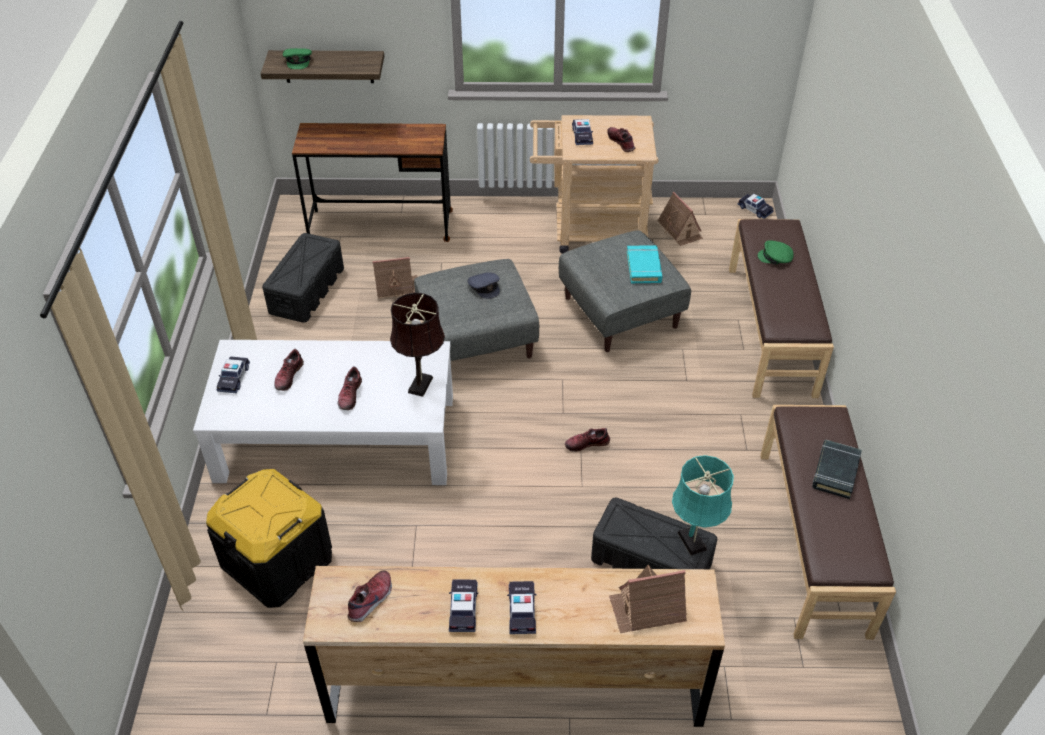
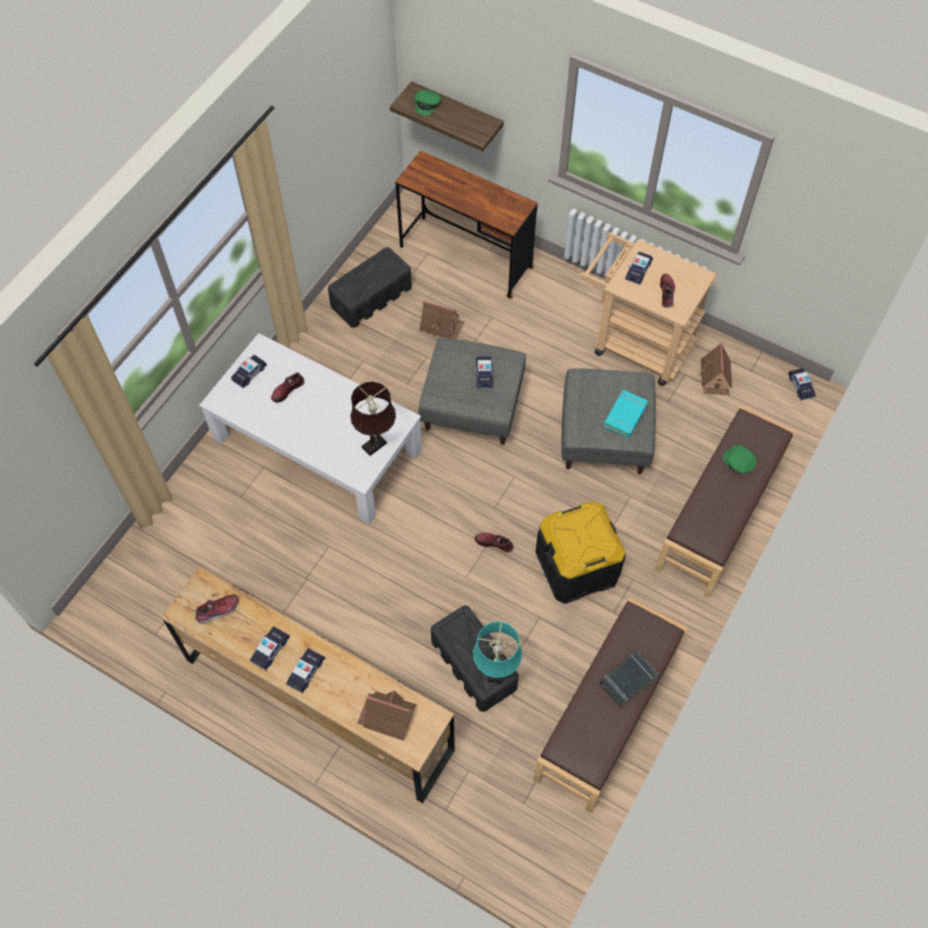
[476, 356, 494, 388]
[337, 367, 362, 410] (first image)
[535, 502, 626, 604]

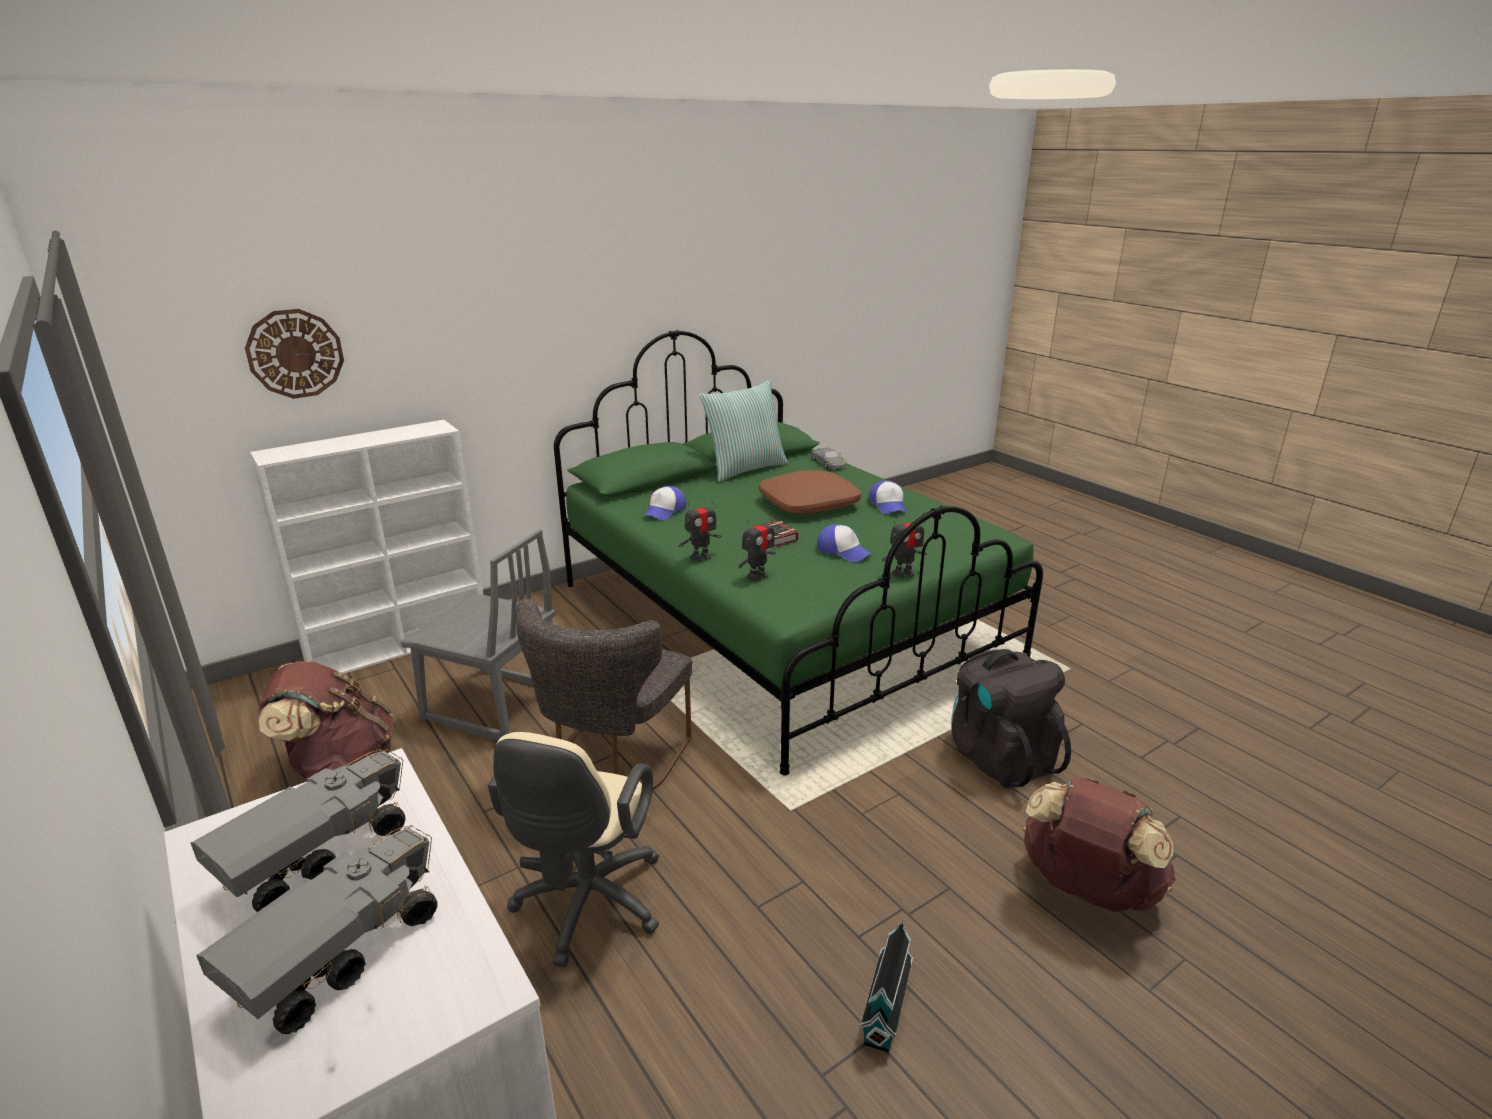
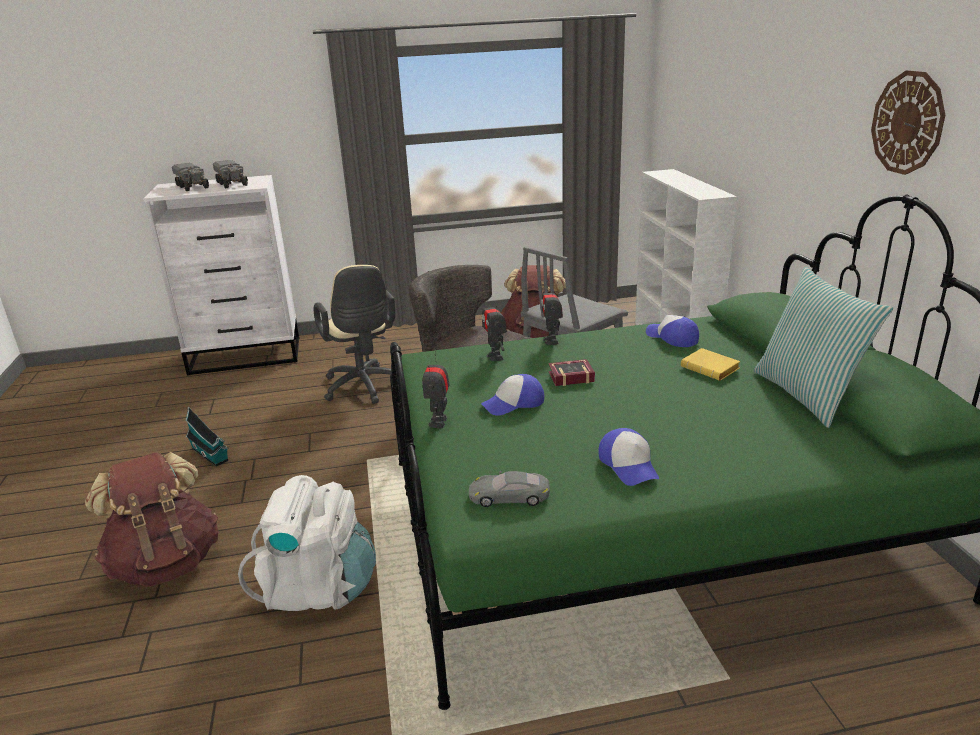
[871, 70, 945, 175]
[469, 471, 550, 507]
[759, 470, 861, 514] (first image)
[598, 428, 659, 486]
[238, 475, 376, 611]
[314, 265, 395, 404]
[681, 348, 740, 381]

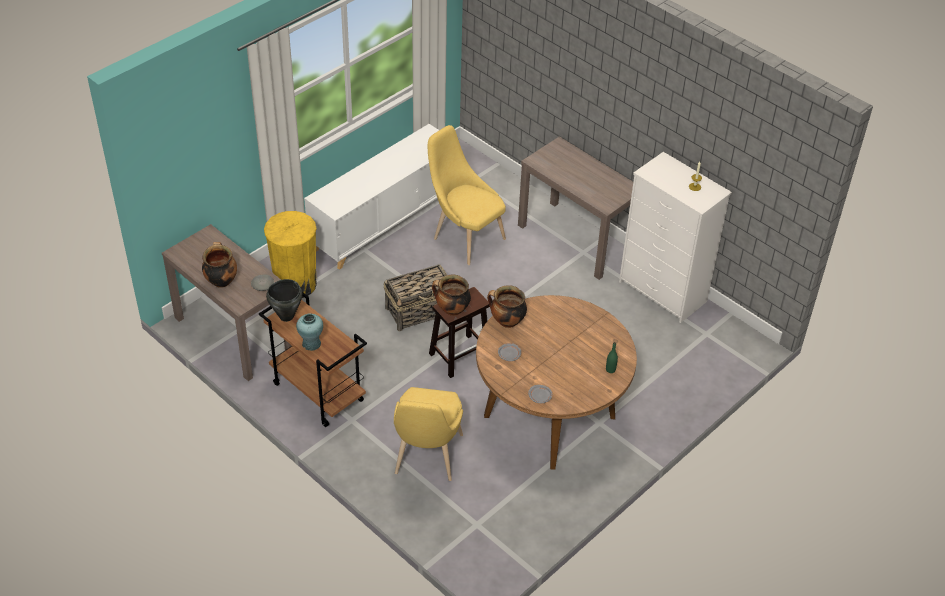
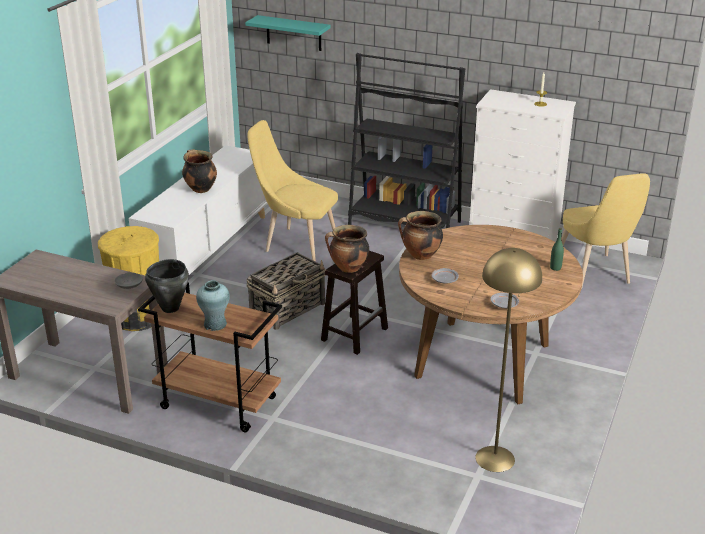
[348, 53, 465, 228]
[182, 149, 217, 193]
[561, 173, 650, 290]
[245, 15, 331, 51]
[475, 248, 542, 472]

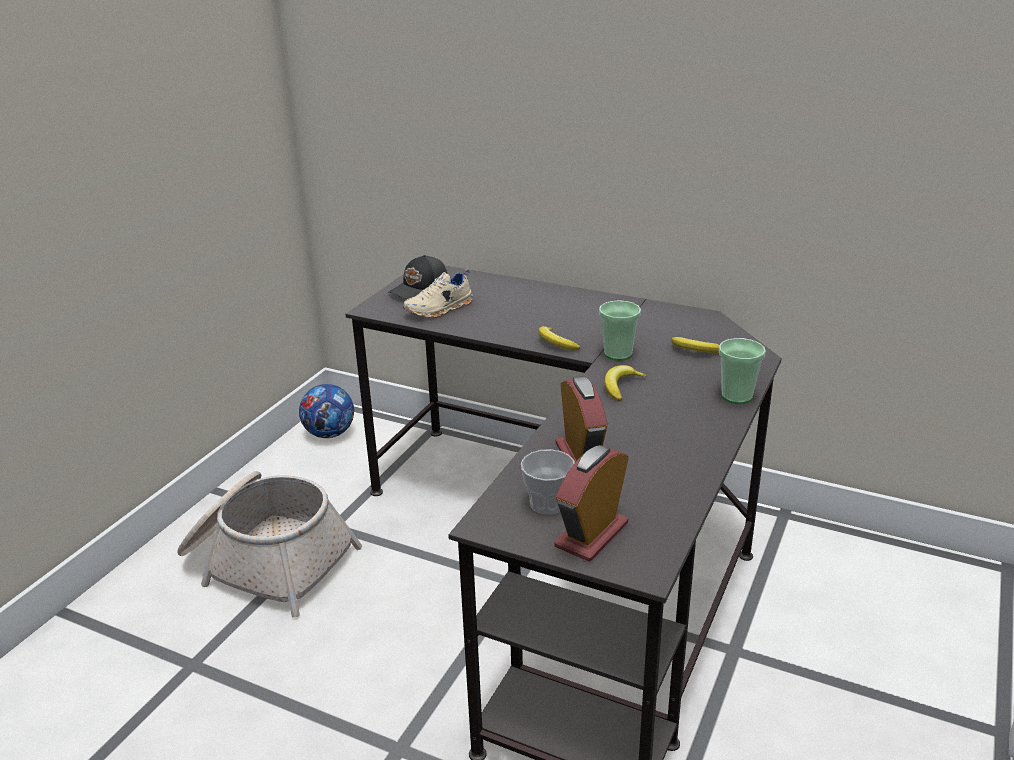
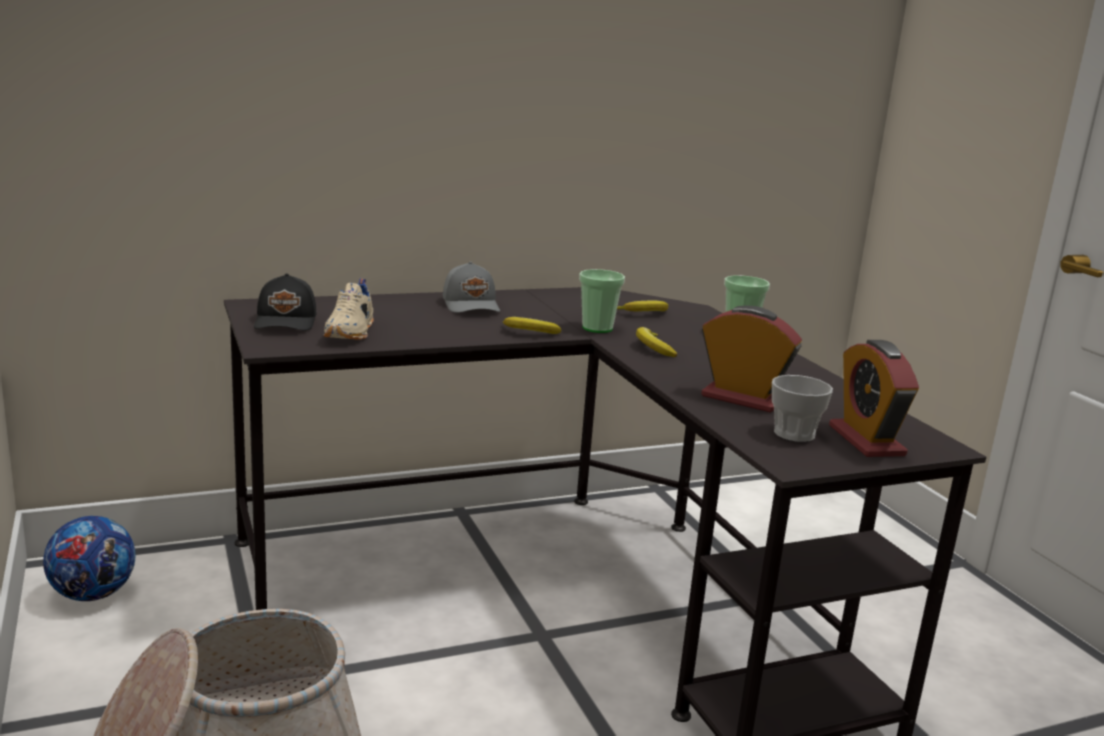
[443, 261, 500, 313]

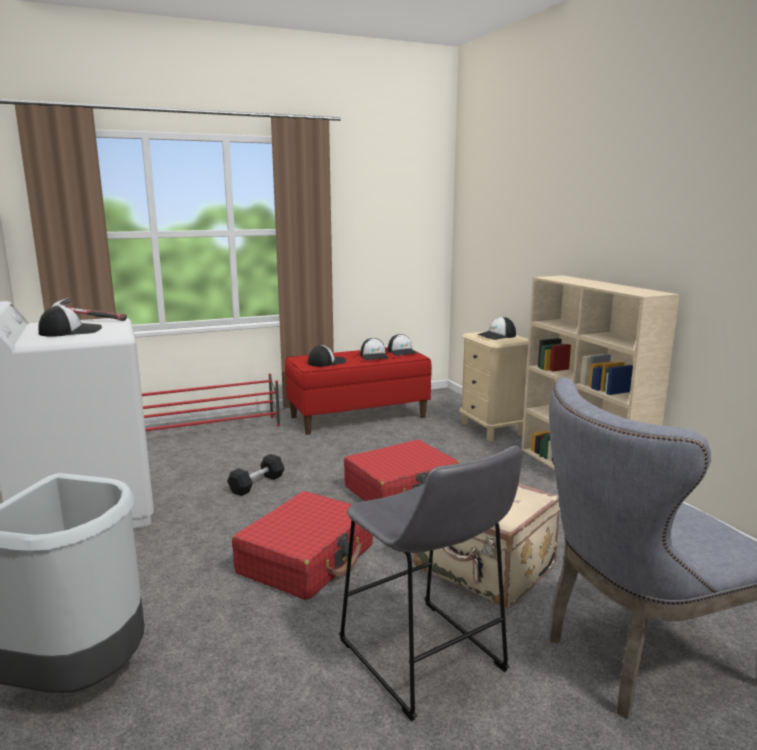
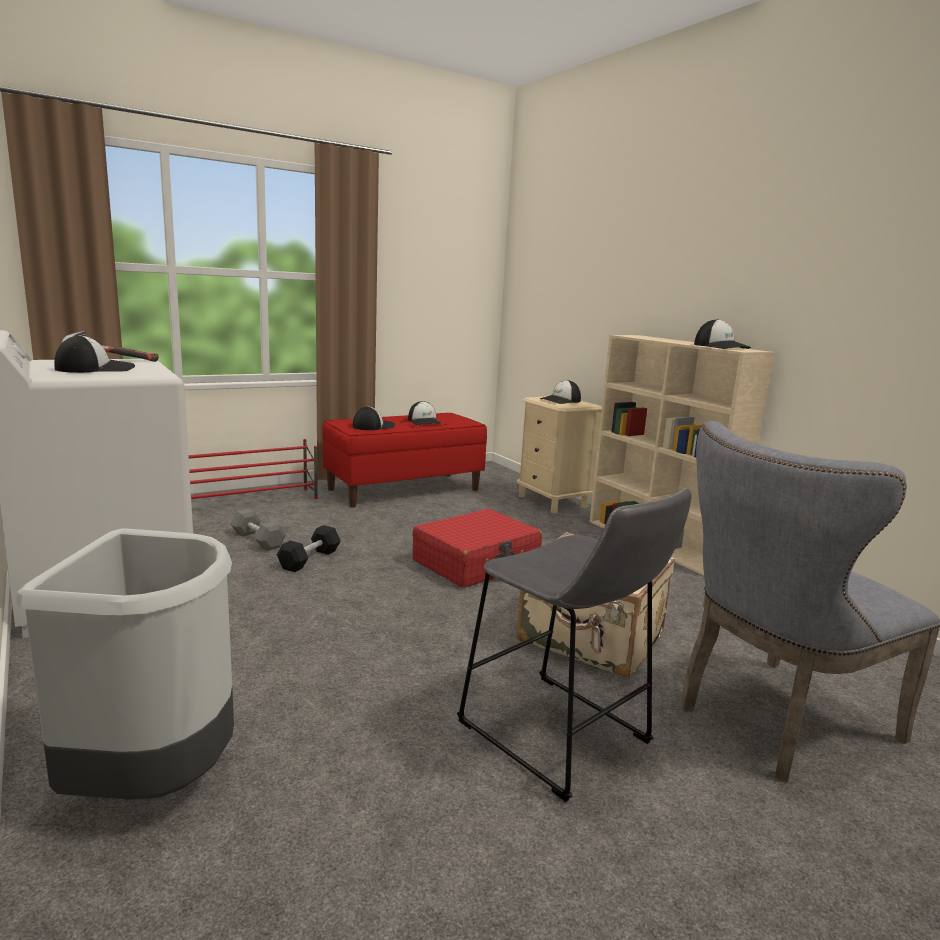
[694, 319, 751, 349]
[232, 491, 373, 600] (first image)
[230, 509, 286, 551]

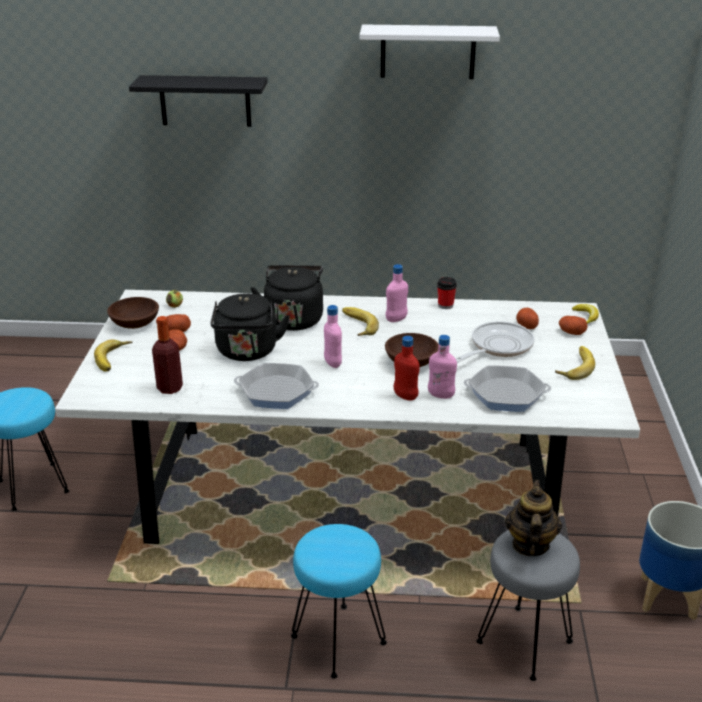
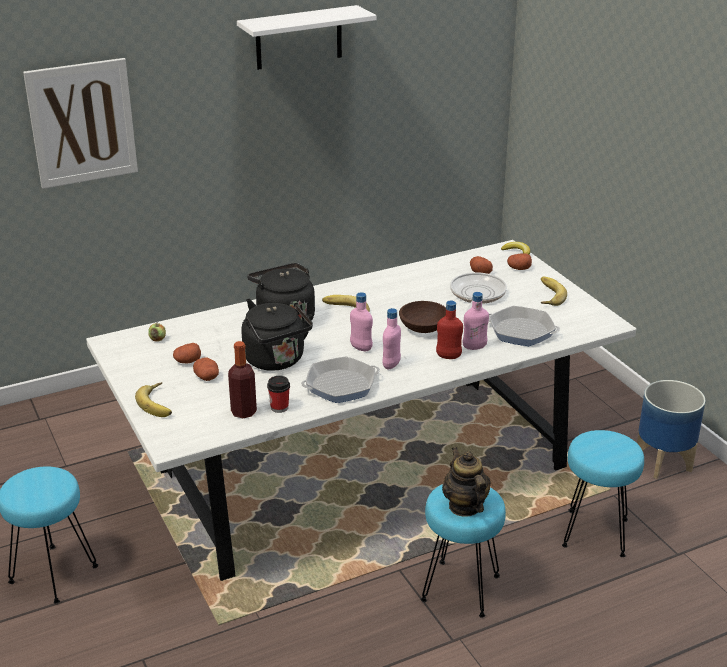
[23, 58, 138, 189]
[382, 308, 401, 370]
[267, 376, 290, 413]
[107, 297, 159, 329] (first image)
[489, 306, 560, 346]
[442, 447, 491, 517]
[562, 430, 644, 557]

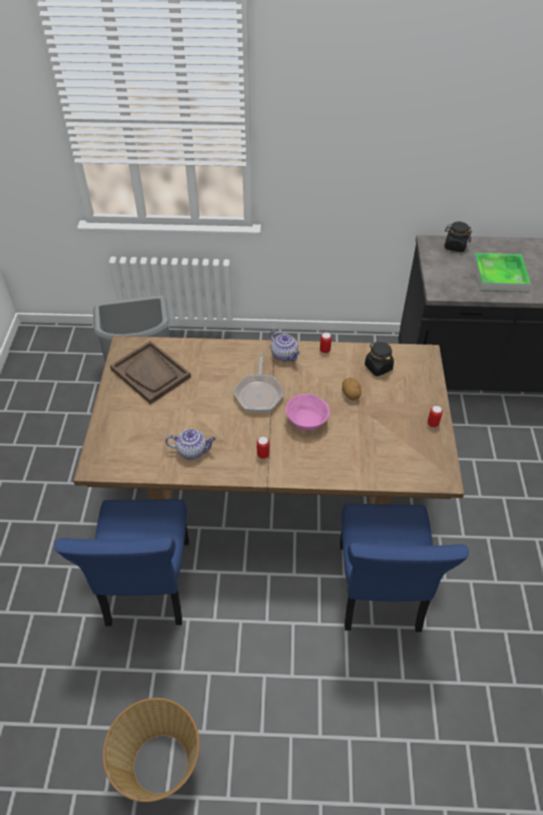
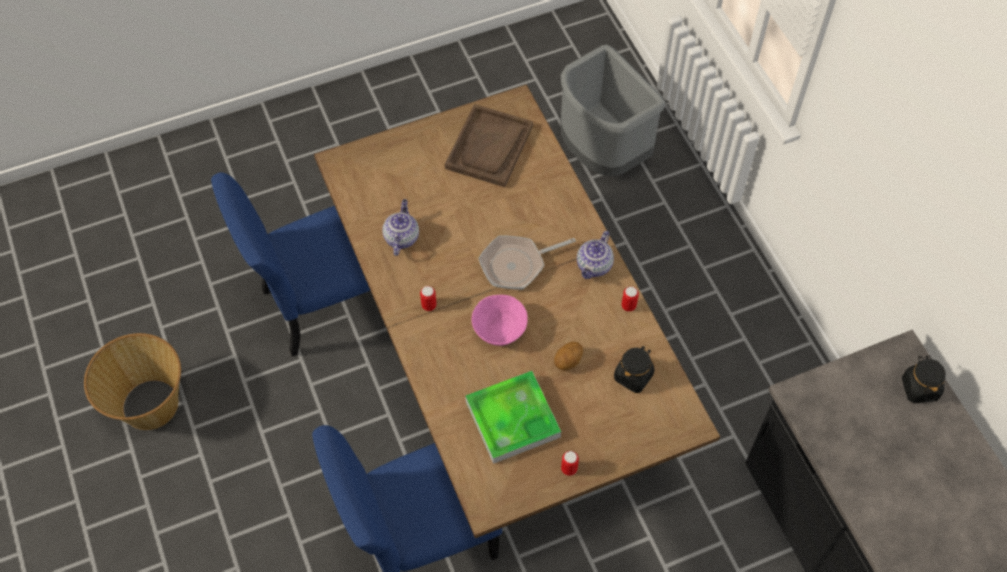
[465, 371, 561, 464]
[382, 199, 419, 256]

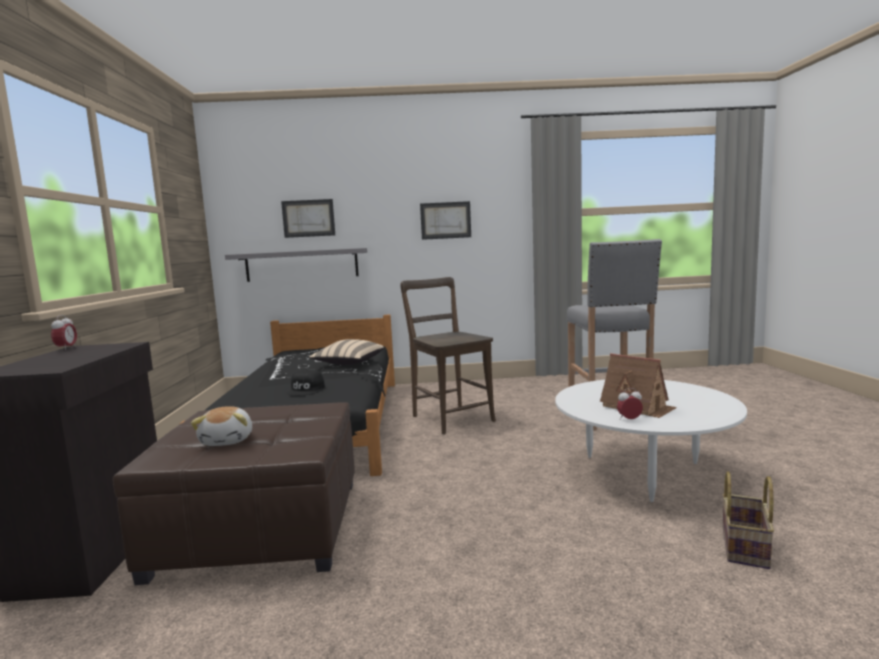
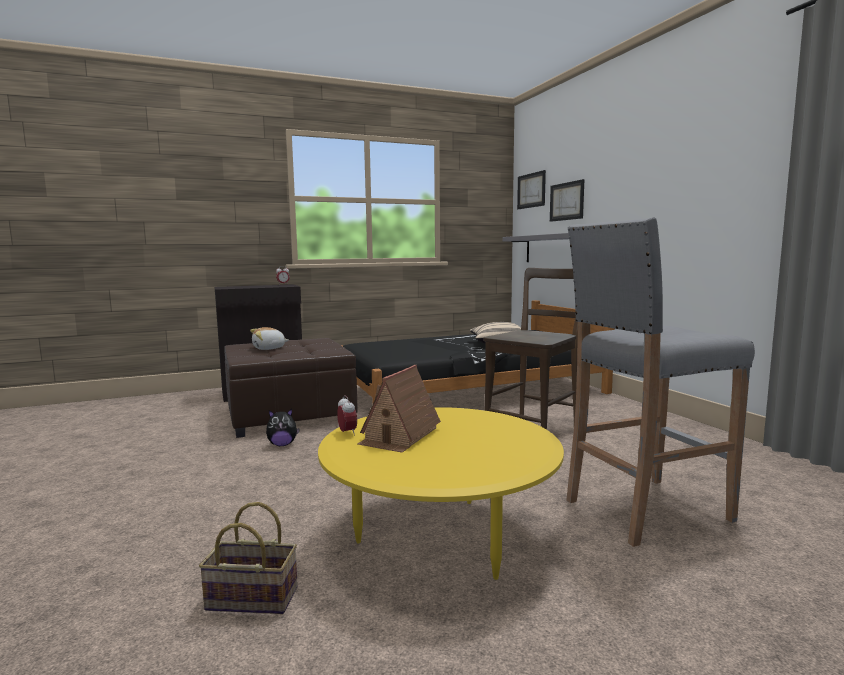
[517, 170, 546, 209]
[286, 369, 325, 396] (first image)
[318, 407, 564, 580]
[266, 409, 300, 446]

